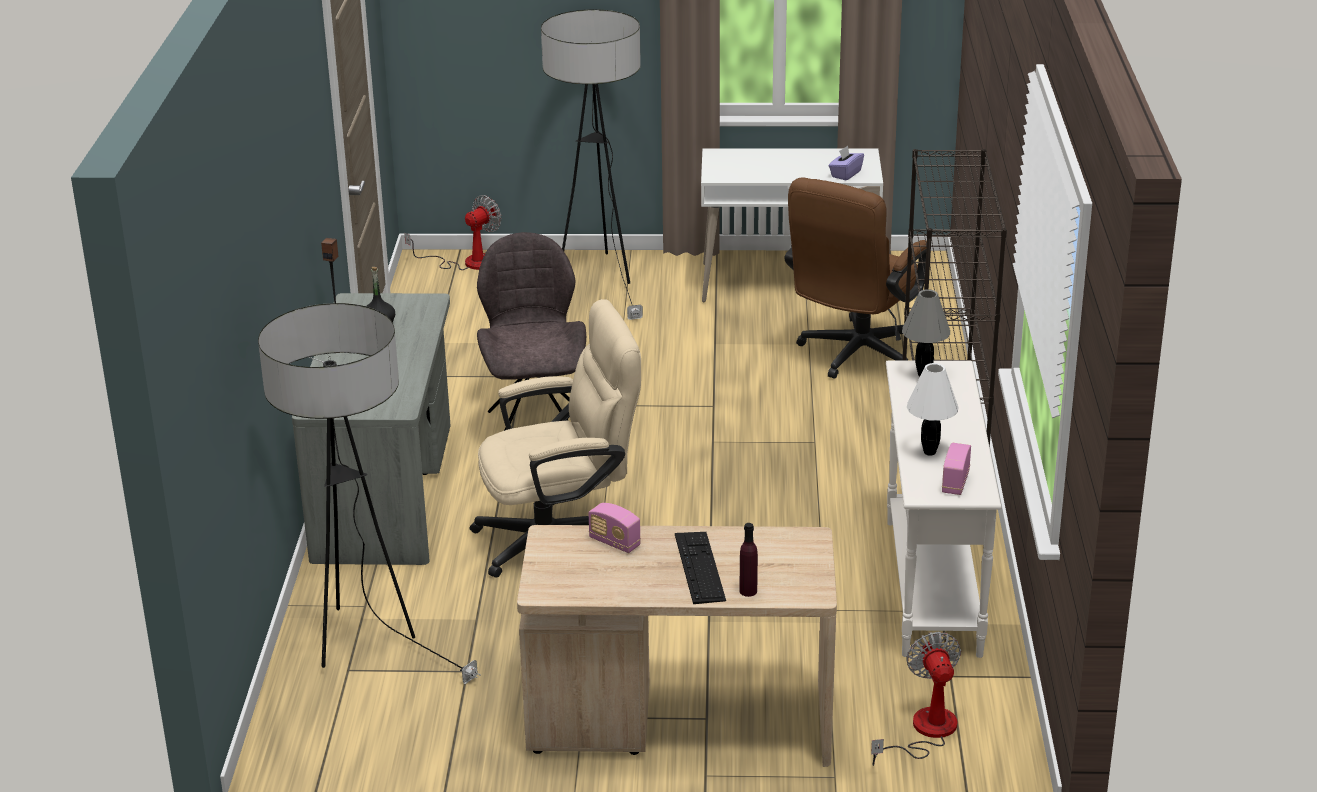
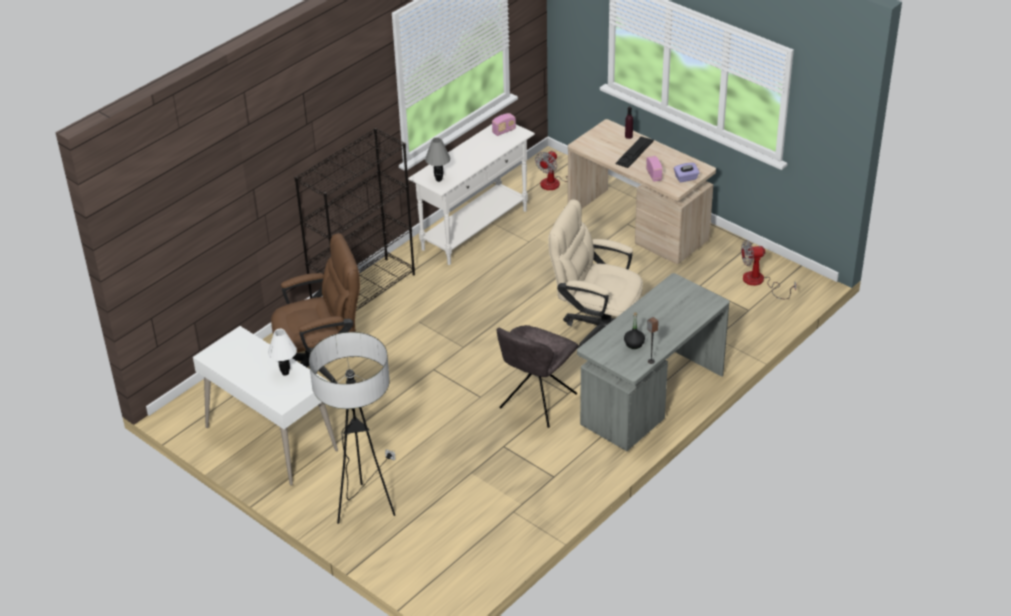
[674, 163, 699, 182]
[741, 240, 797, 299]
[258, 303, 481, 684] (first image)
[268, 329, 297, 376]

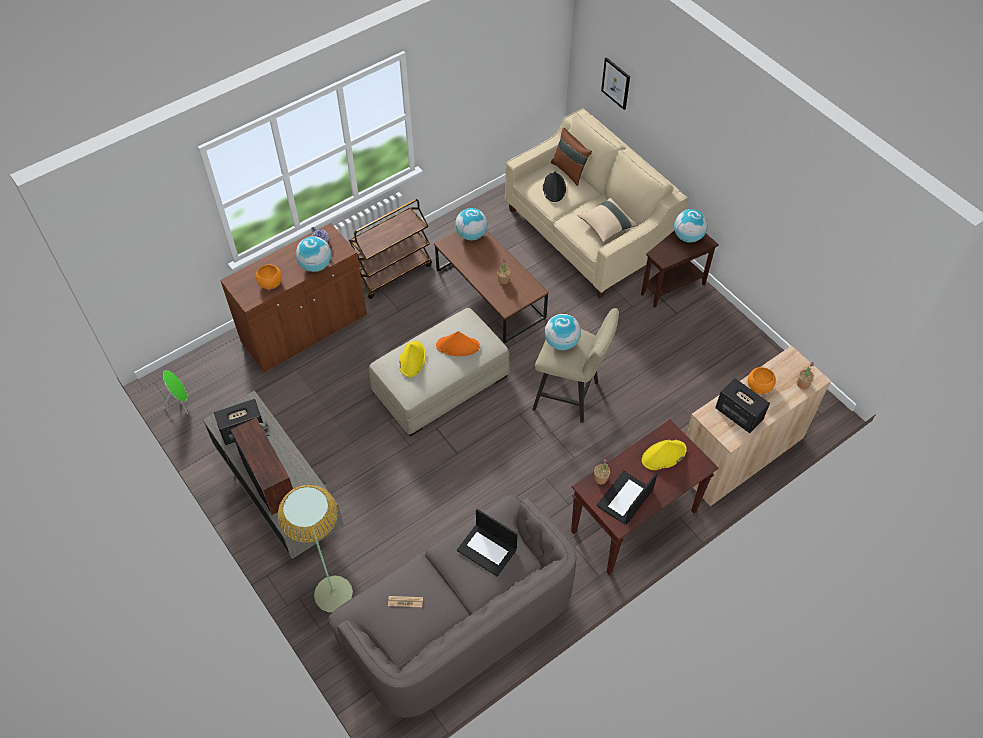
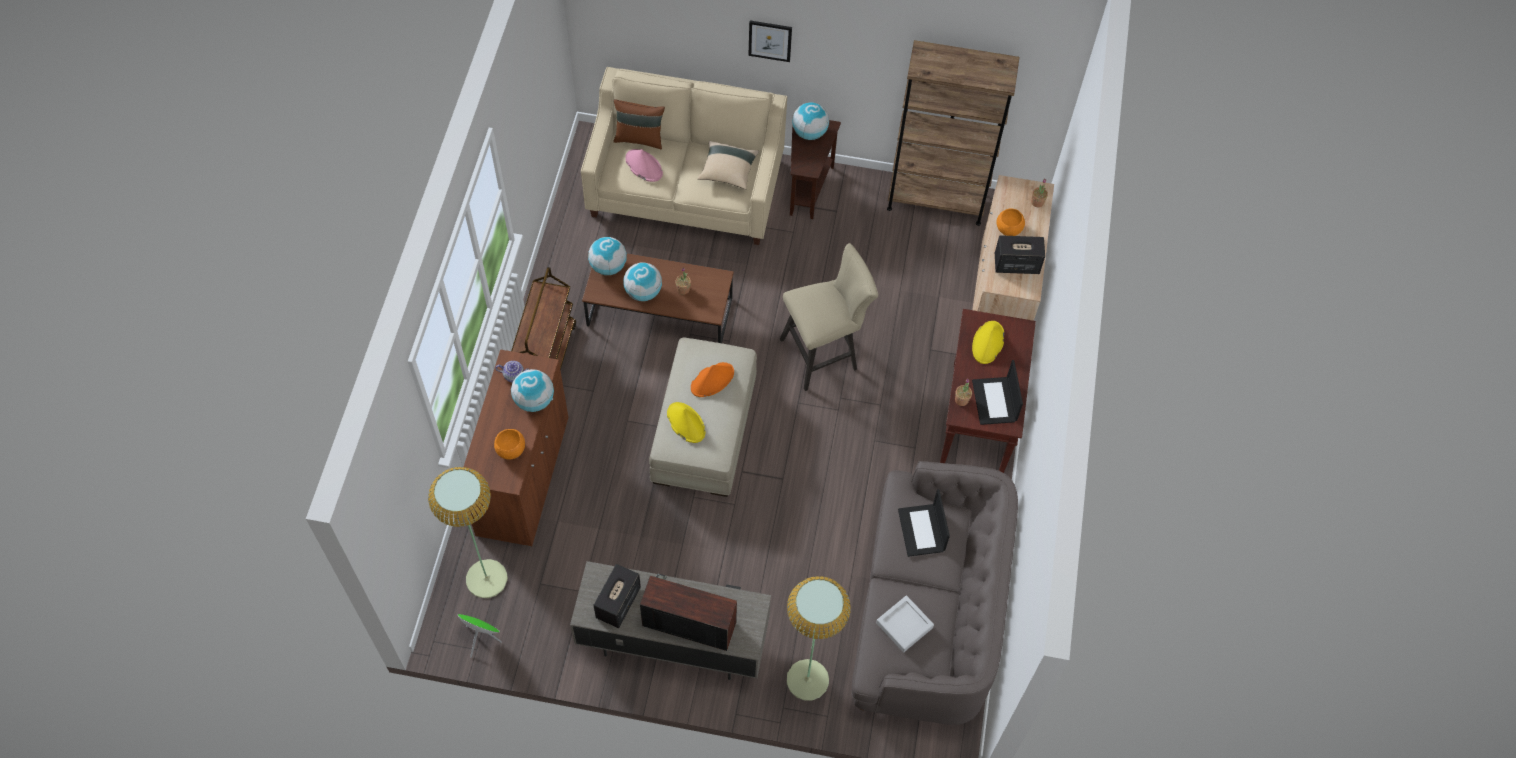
[748, 21, 792, 62]
[625, 149, 663, 182]
[623, 262, 662, 301]
[898, 489, 950, 557]
[876, 595, 934, 652]
[887, 40, 1019, 226]
[428, 467, 508, 598]

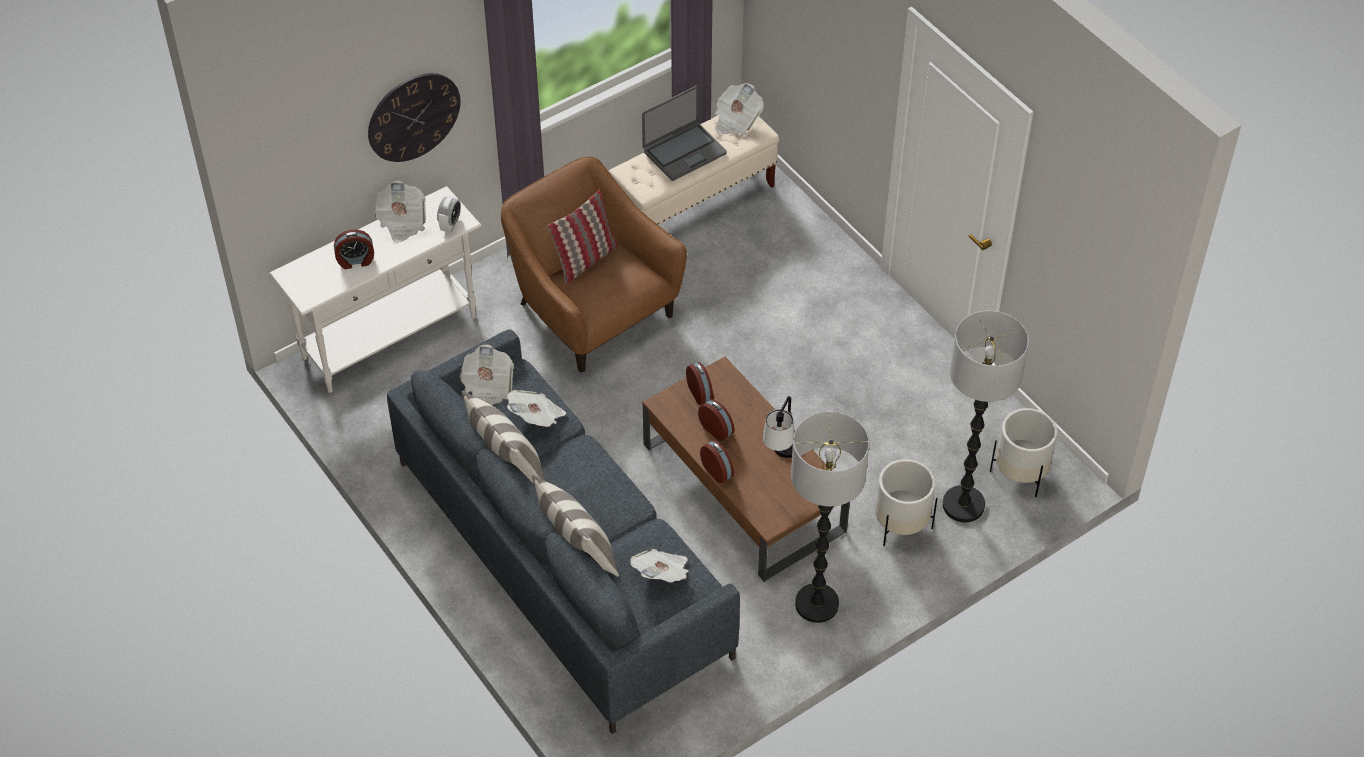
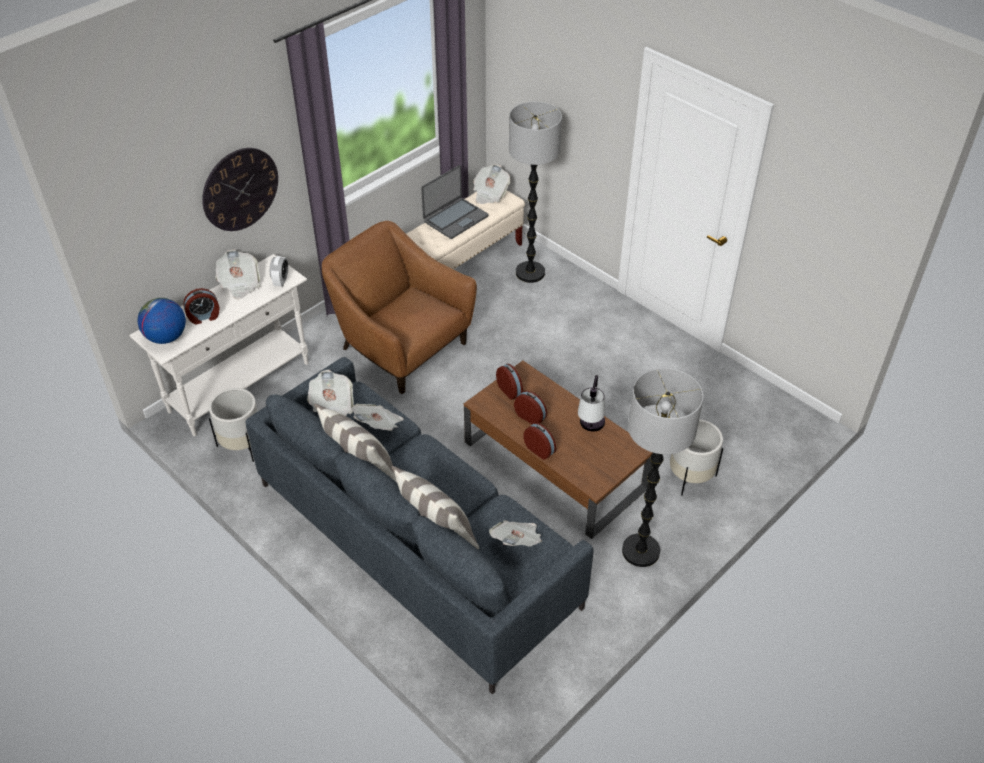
[547, 190, 618, 284] (first image)
[509, 101, 562, 283]
[209, 388, 258, 462]
[137, 298, 186, 344]

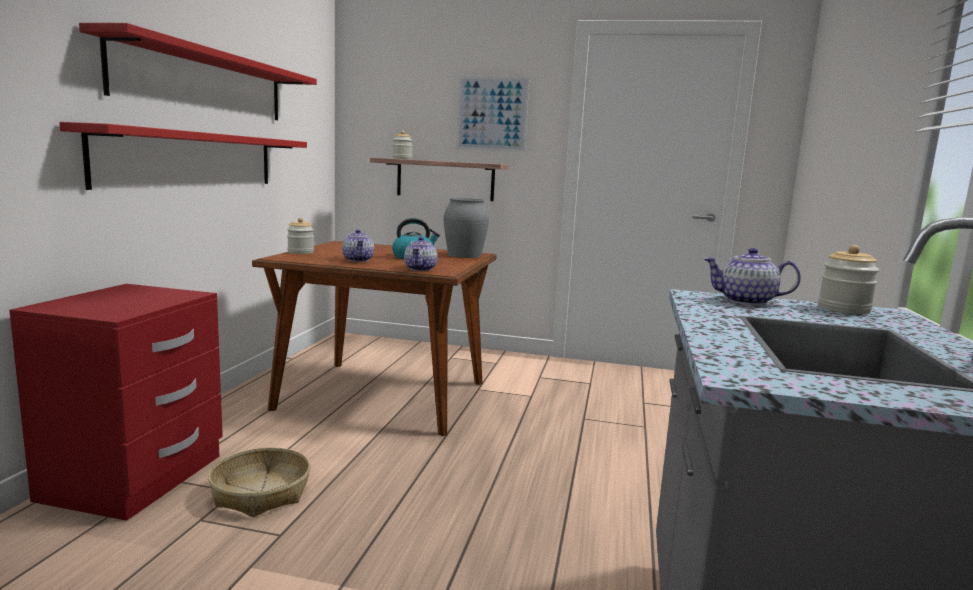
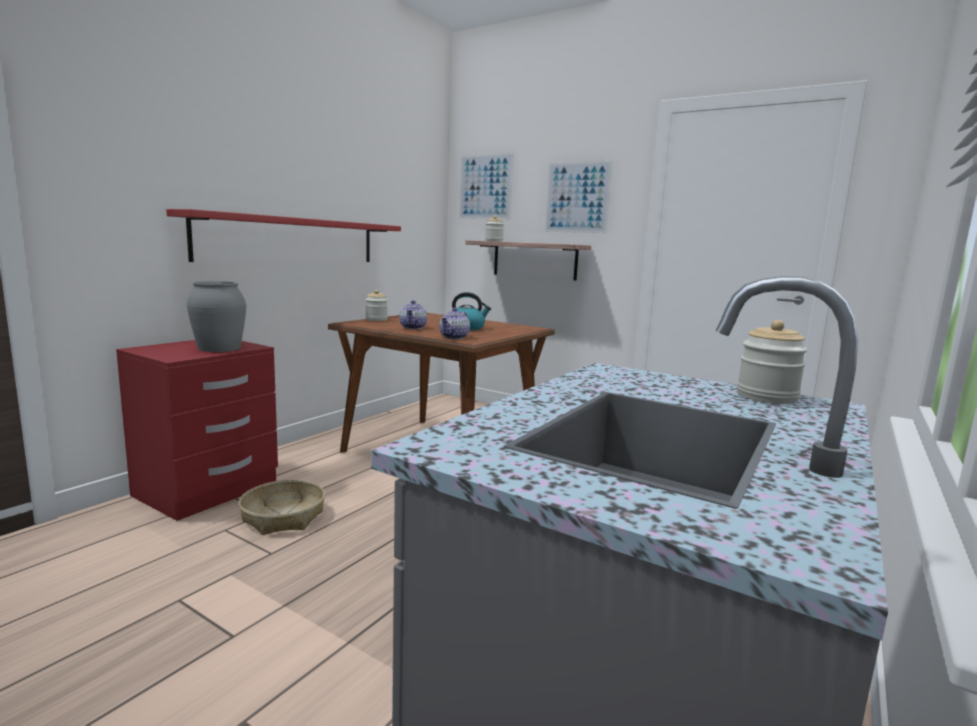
[79, 23, 317, 120] (first image)
[187, 281, 246, 352]
[704, 248, 801, 305] (first image)
[459, 153, 514, 219]

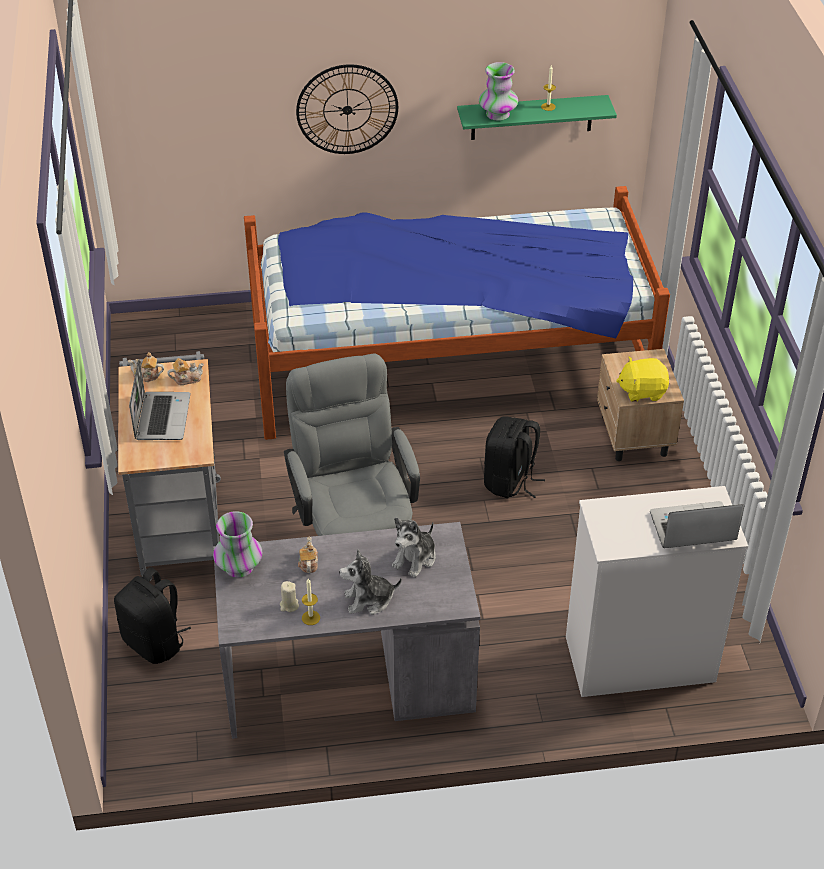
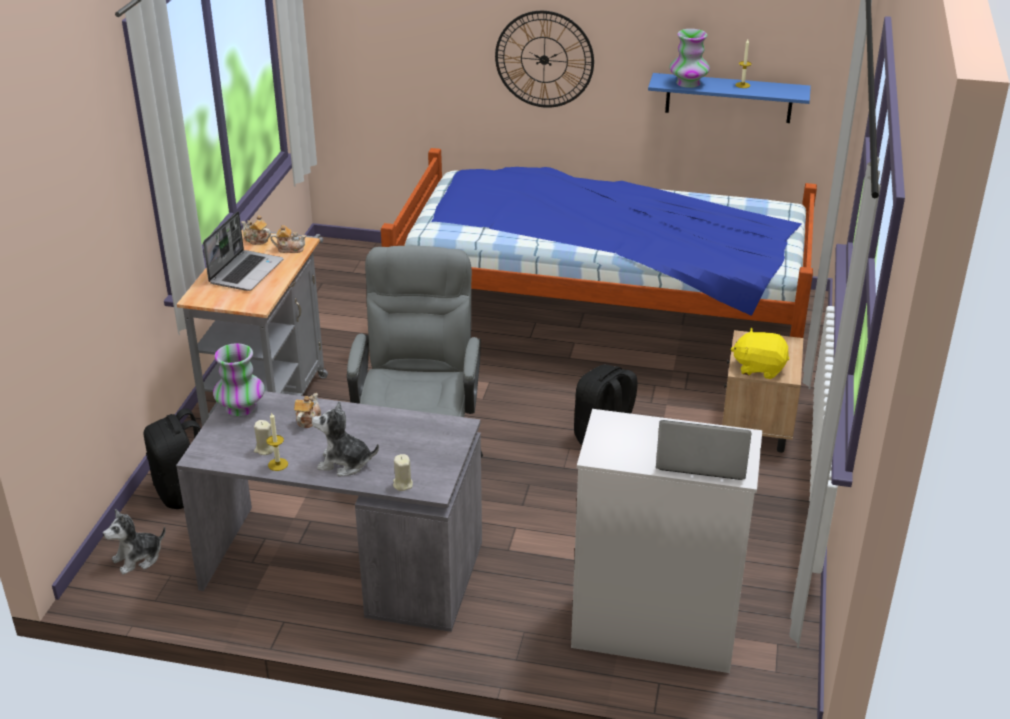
[648, 73, 811, 123]
[103, 509, 166, 575]
[393, 454, 413, 491]

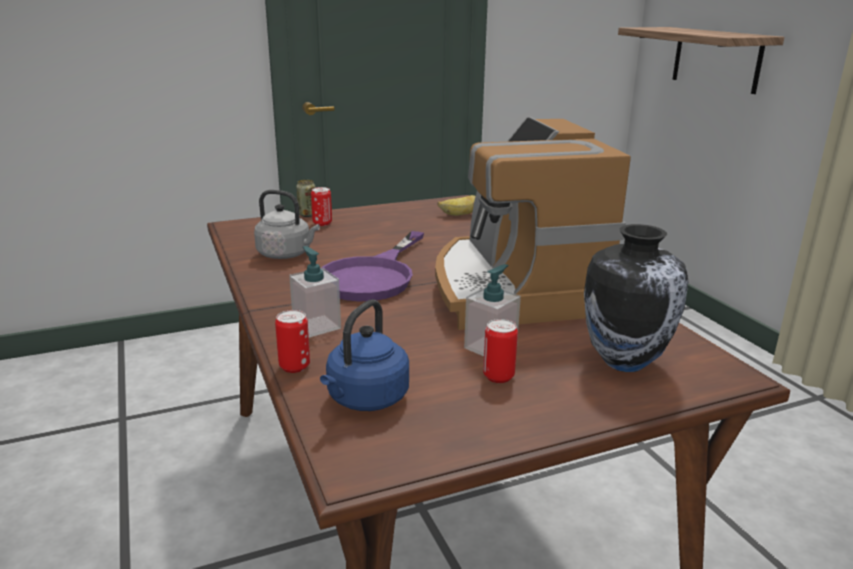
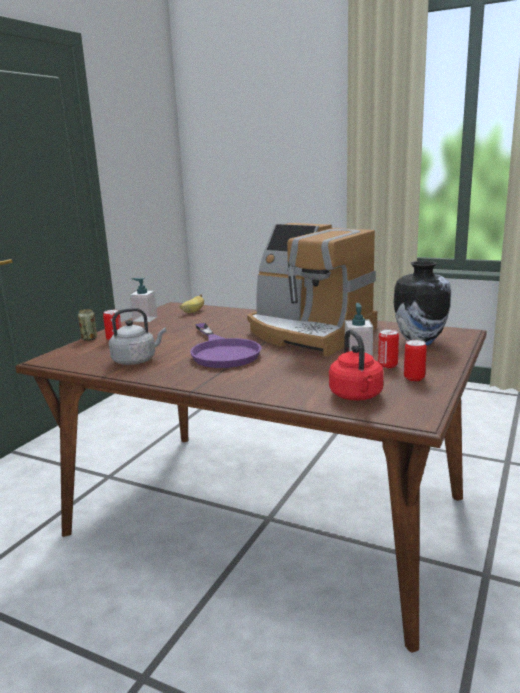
[618, 27, 784, 94] (first image)
[129, 278, 157, 322]
[329, 329, 384, 400]
[404, 340, 427, 381]

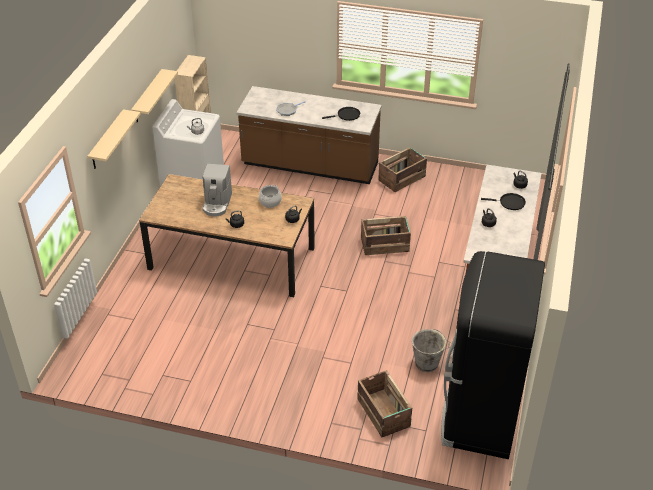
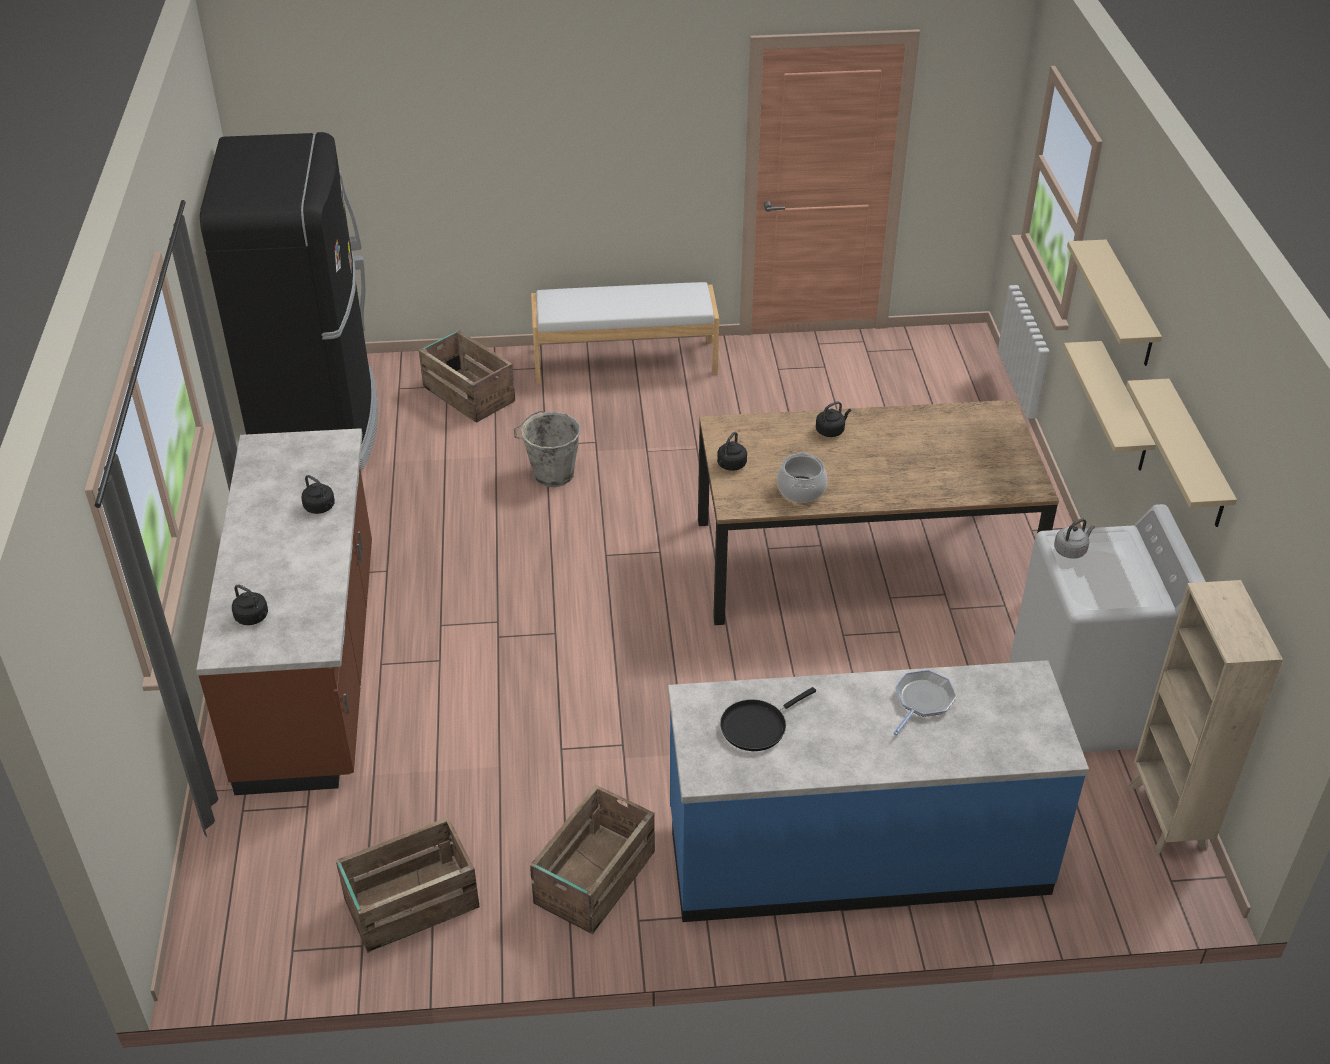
[668, 660, 1089, 922]
[202, 164, 232, 217] (first image)
[481, 193, 526, 210] (first image)
[336, 817, 480, 953]
[514, 411, 581, 487]
[531, 282, 719, 384]
[1063, 341, 1156, 471]

